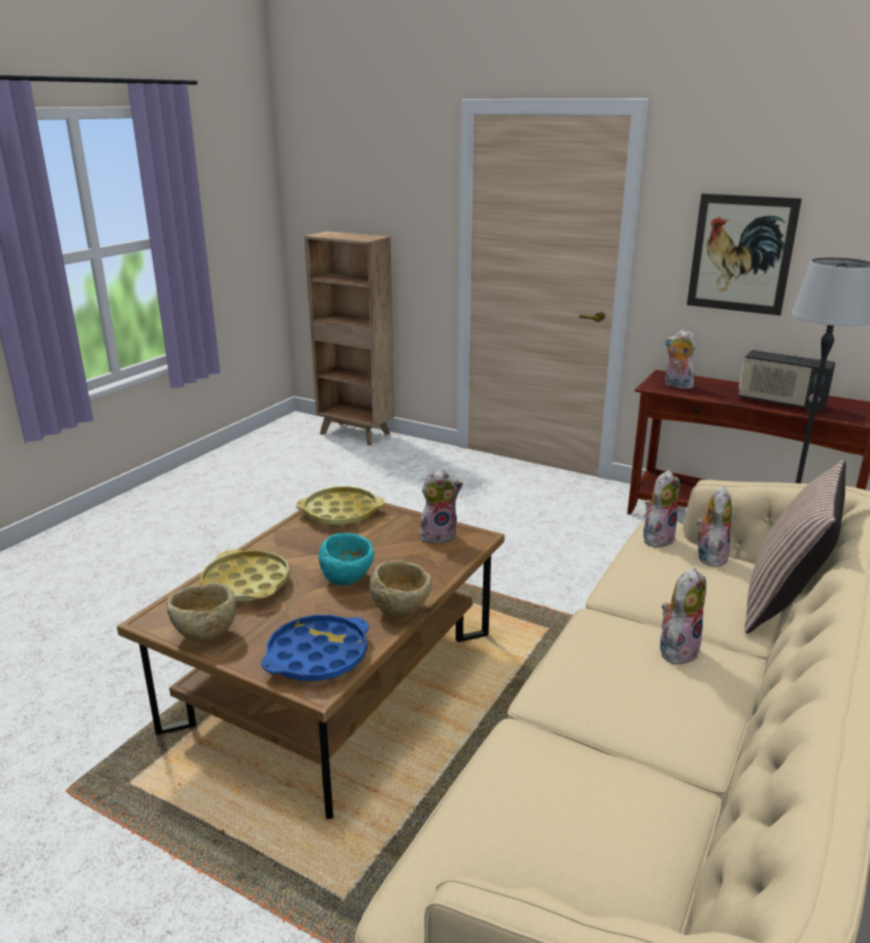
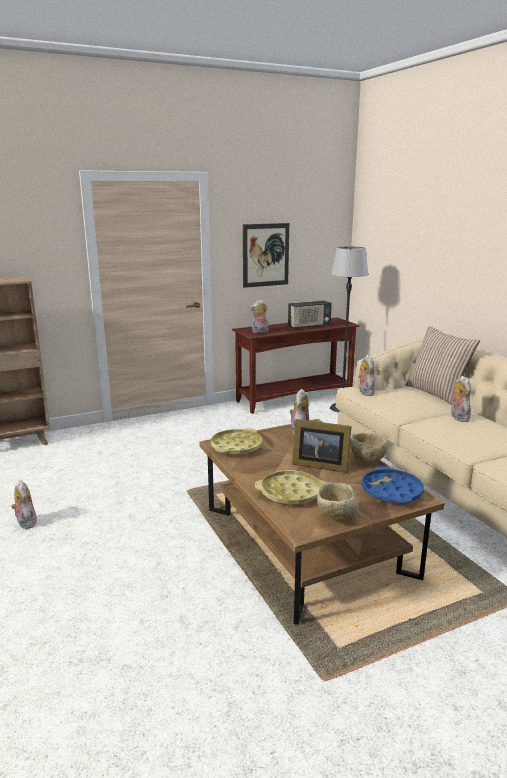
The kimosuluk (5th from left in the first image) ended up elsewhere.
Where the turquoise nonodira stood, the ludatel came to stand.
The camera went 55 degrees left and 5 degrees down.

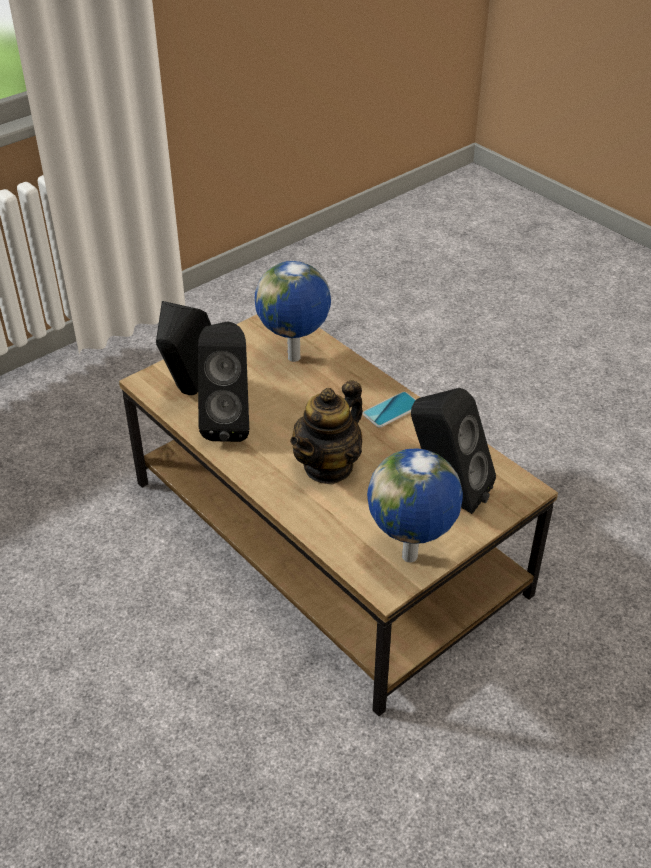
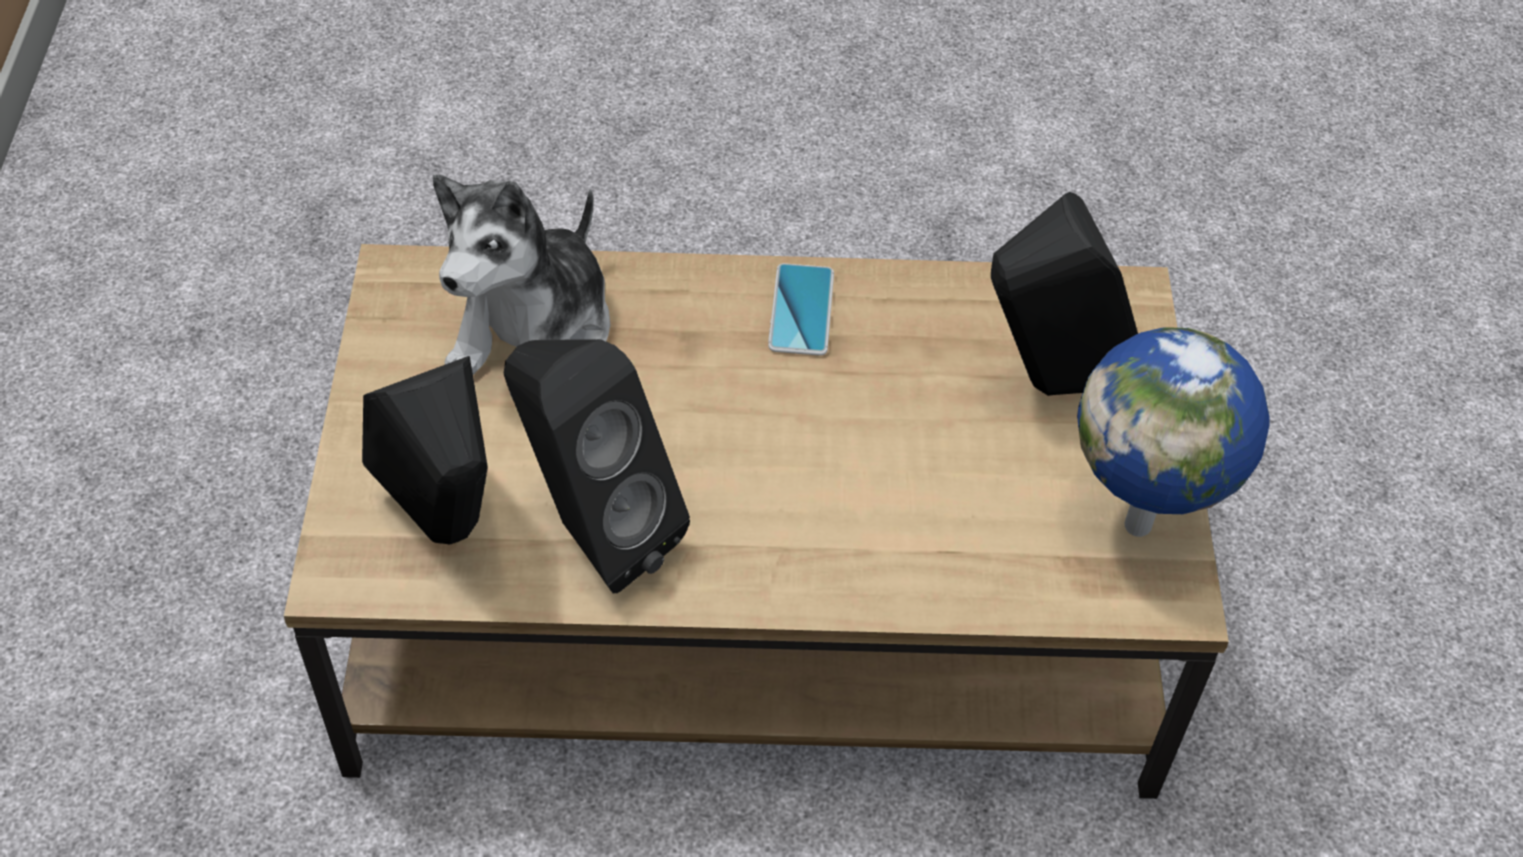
Where the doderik (1st from left) stood, the kimosuluk came to stand.
The second view lost the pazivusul.
The camera went 50 degrees left and 10 degrees up.

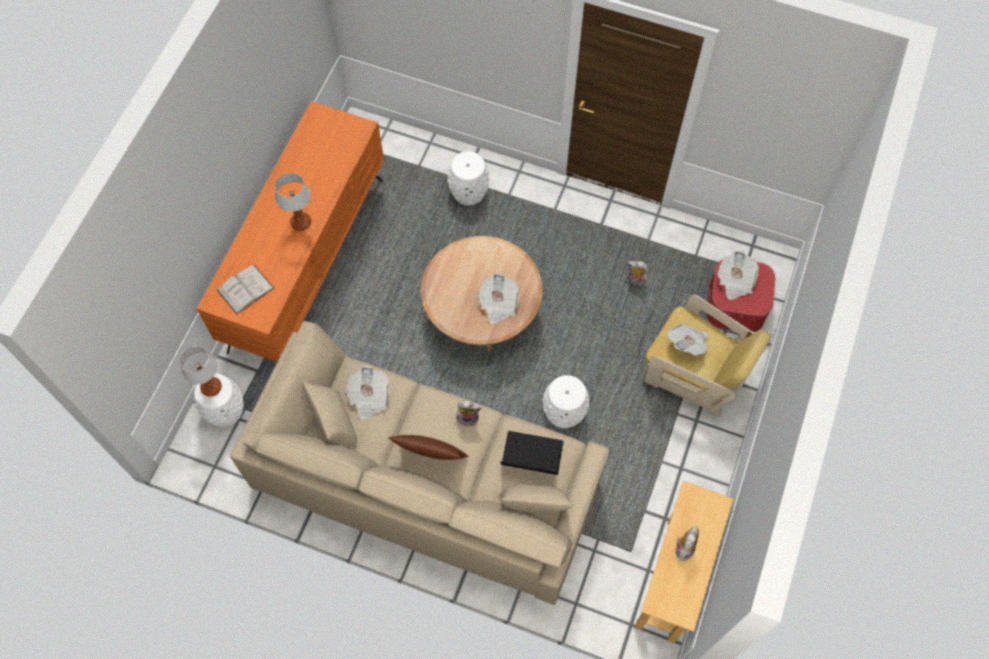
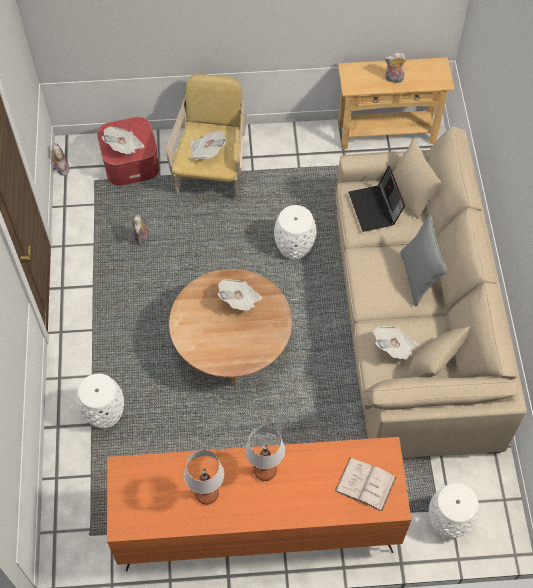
The kimosuluk (1st from left) ended up elsewhere.
The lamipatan (1st from left) ended up elsewhere.
What was the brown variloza turned into the grey variloza.
The camera went 115 degrees left and 5 degrees down.

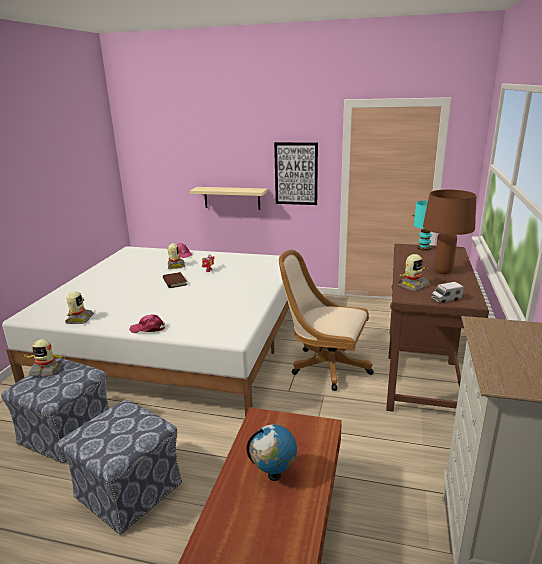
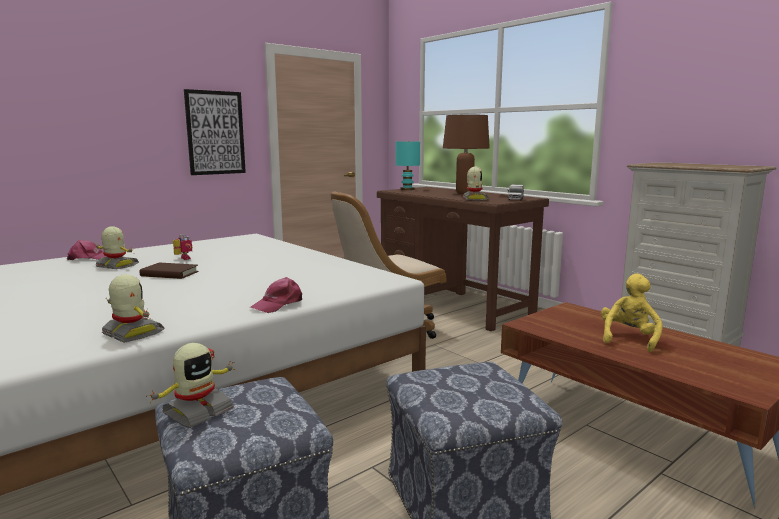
Where the doderik stood, the yellow kimosuluk came to stand.
The second view lost the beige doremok.
The camera went 55 degrees left and 10 degrees down.

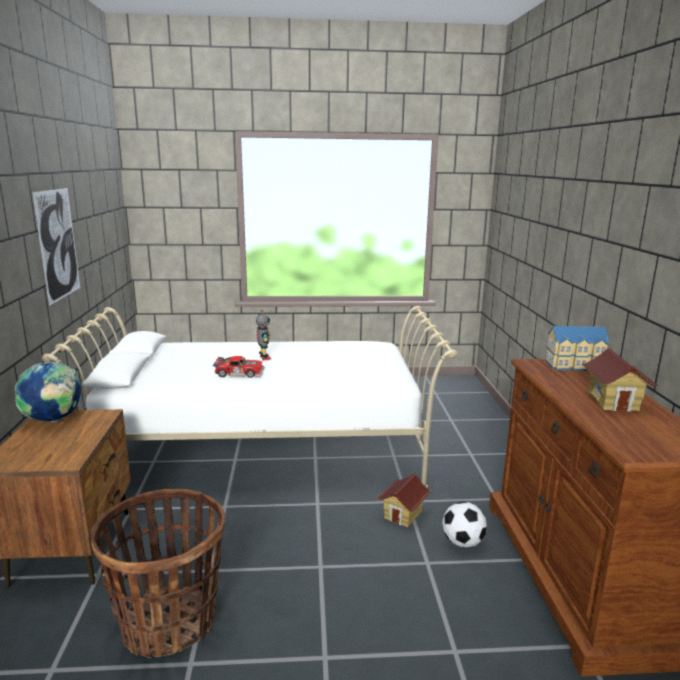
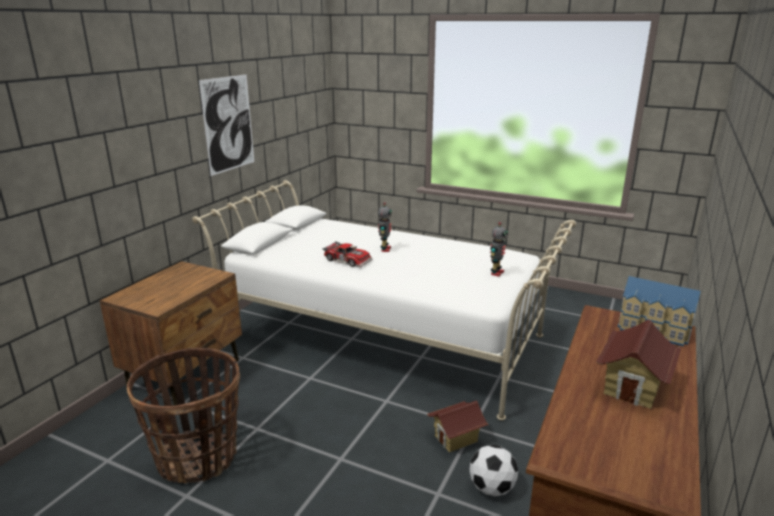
The second view gained the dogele (2nd from left).
The second view lost the doderik.
The camera went 30 degrees right and 5 degrees up.

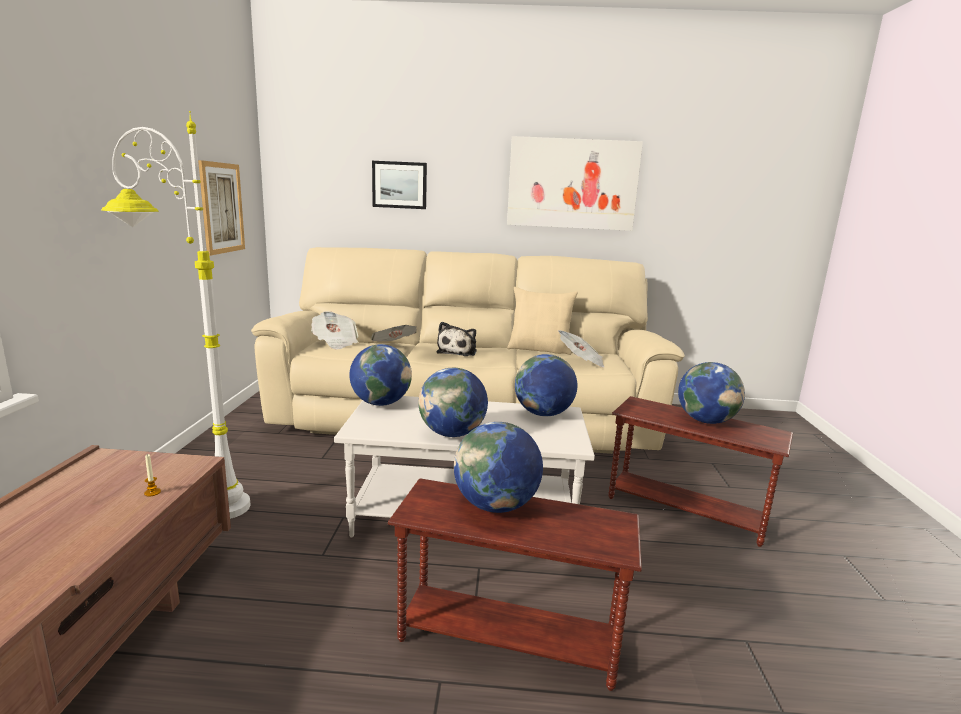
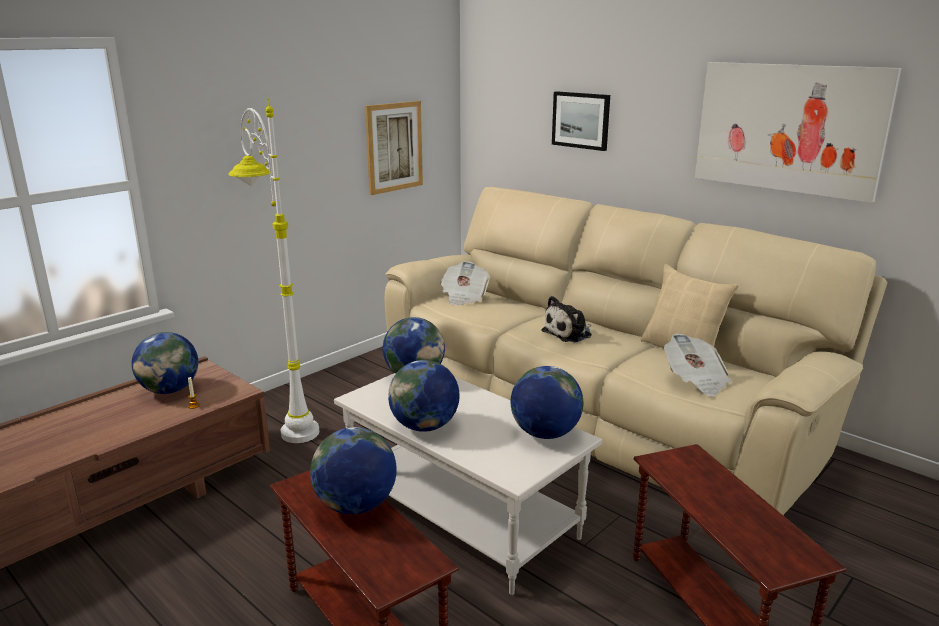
The doderik (5th from left in the first image) ended up elsewhere.
The second view lost the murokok (2nd from left).
The camera went 40 degrees right and 5 degrees up.

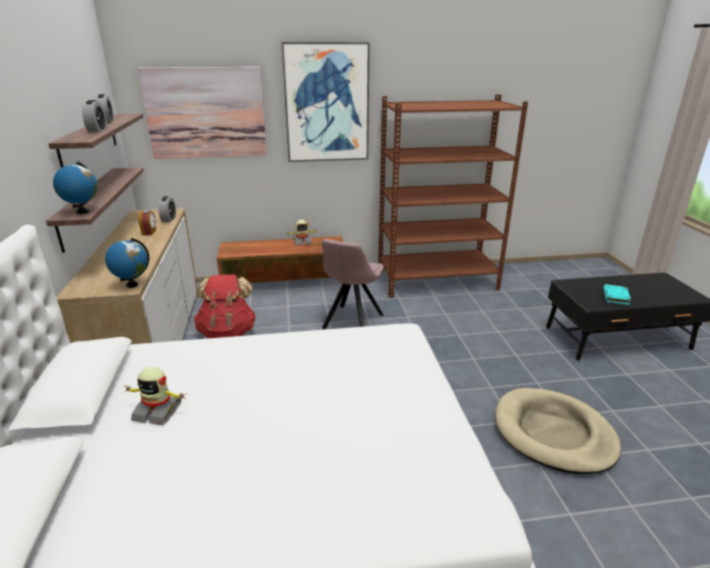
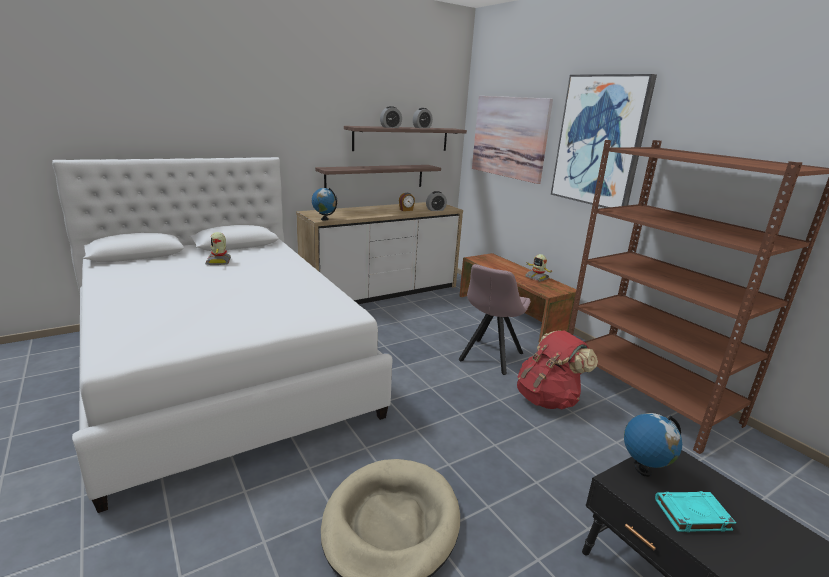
The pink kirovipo ended up facing another way, 60 degrees counterclockwise from before.
The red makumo ended up elsewhere.
The doderik (1st from left in the first image) ended up elsewhere.
The camera went 65 degrees right and 5 degrees down.

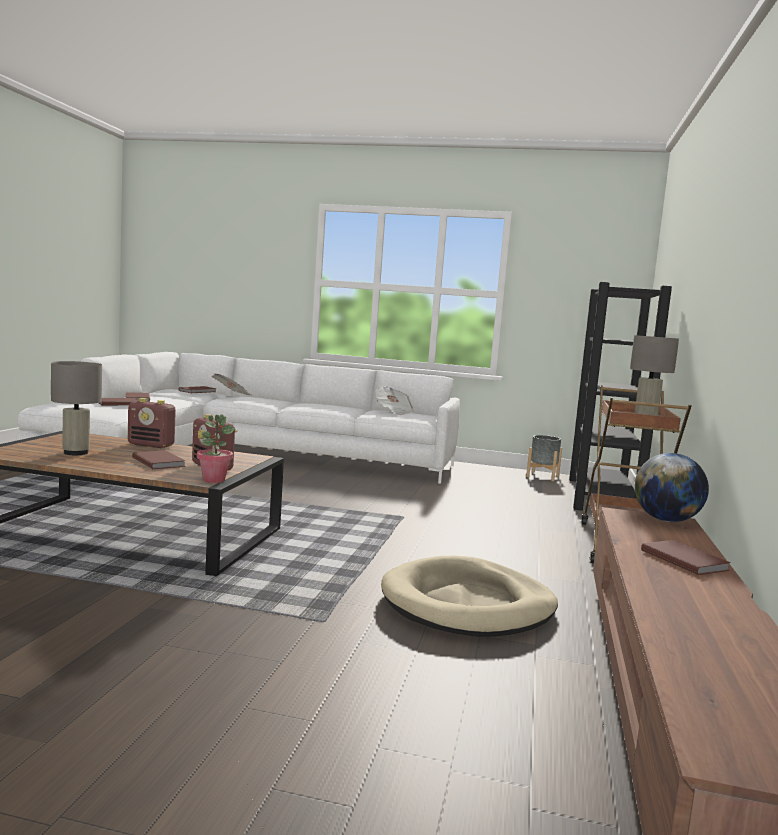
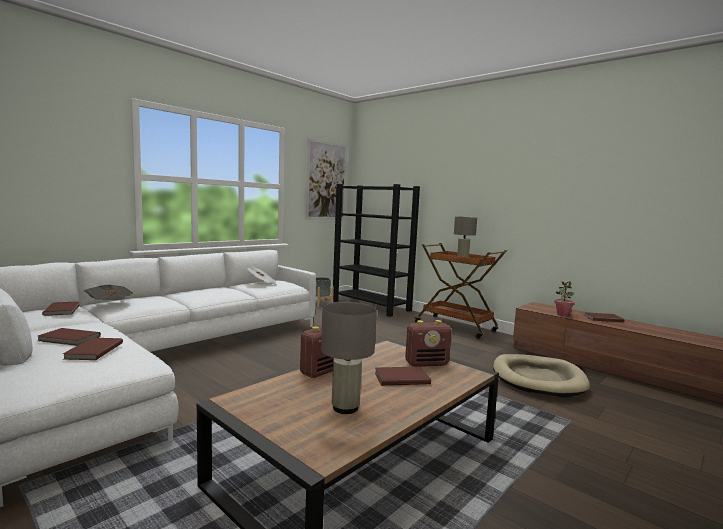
The second view gained the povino.
The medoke ended up elsewhere.
The second view lost the doderik.
The camera went 60 degrees left and 0 degrees up.

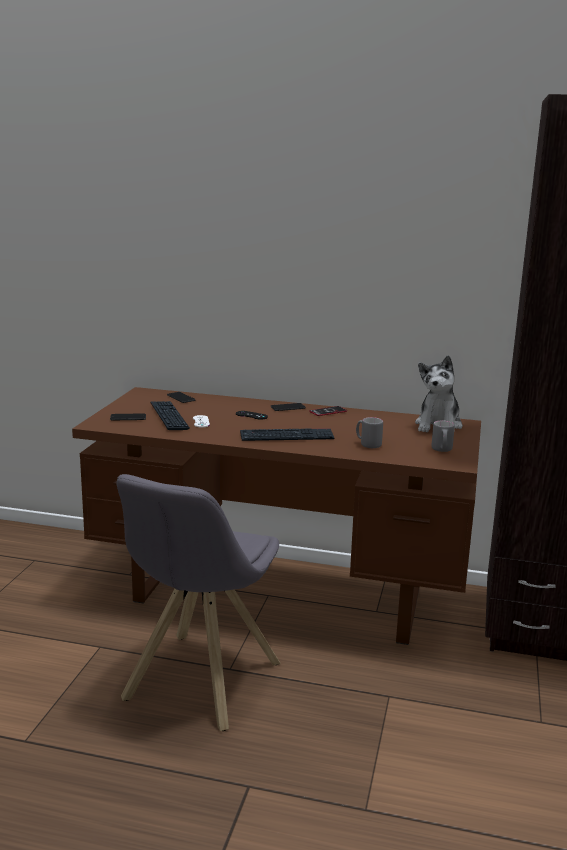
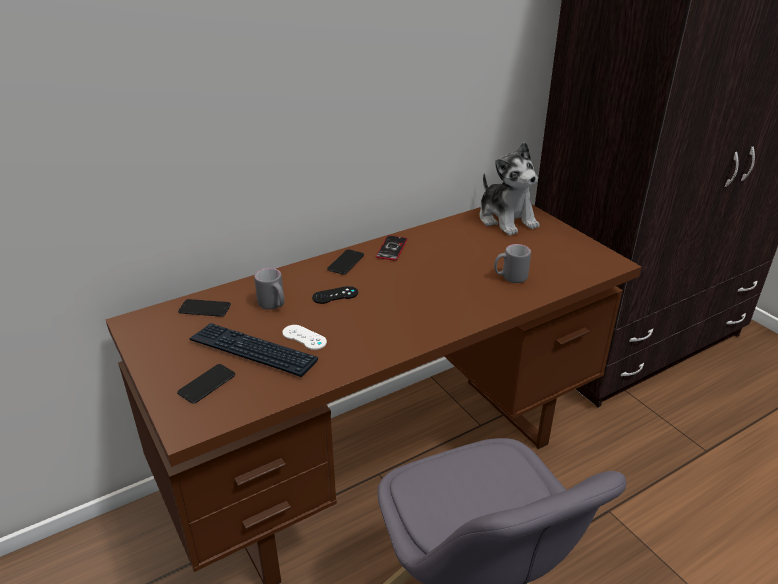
The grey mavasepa (2nd from left in the first image) ended up elsewhere.
The second view lost the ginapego (2nd from left).
The camera went 45 degrees left and 15 degrees up.

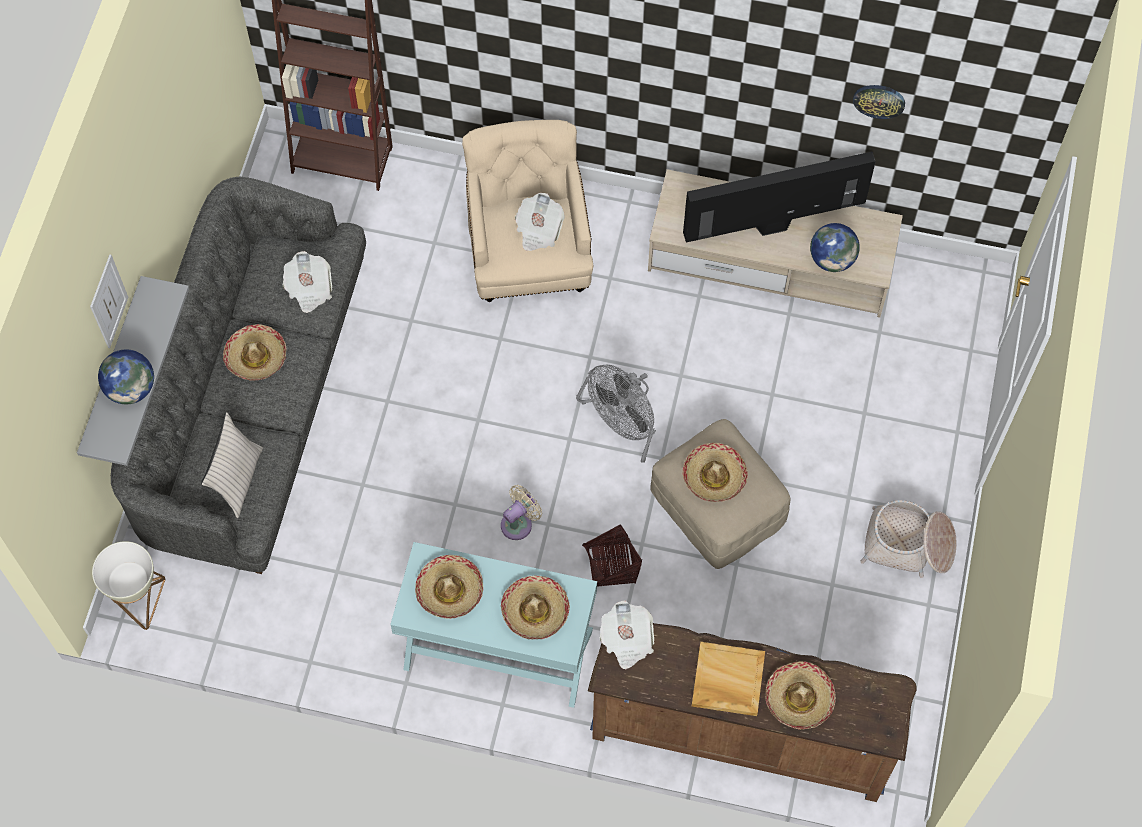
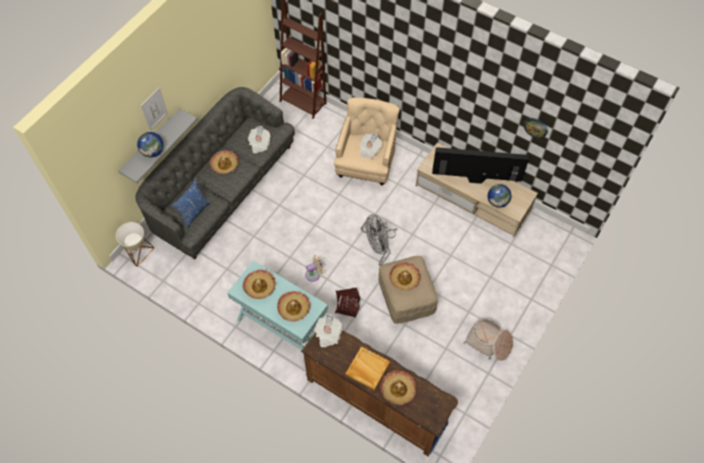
What was the beige variloza turned into the blue variloza.
The camera went 20 degrees right and 5 degrees down.

